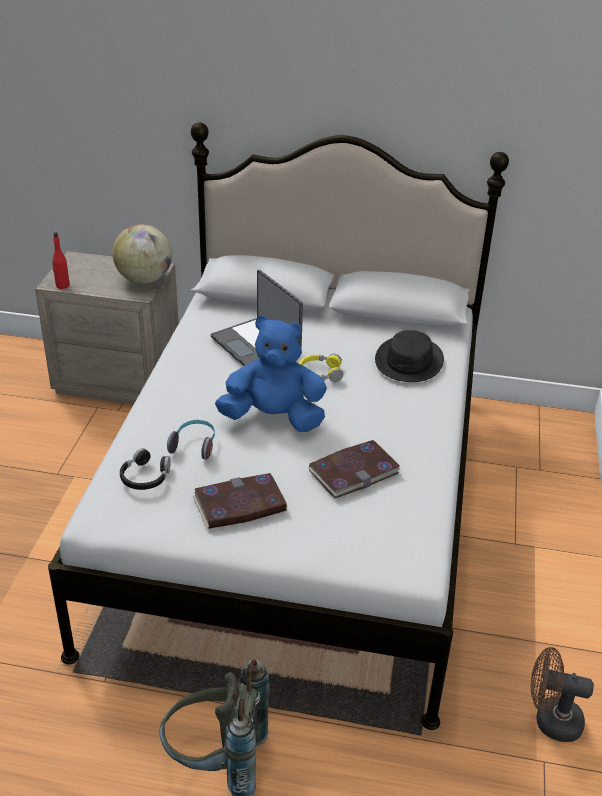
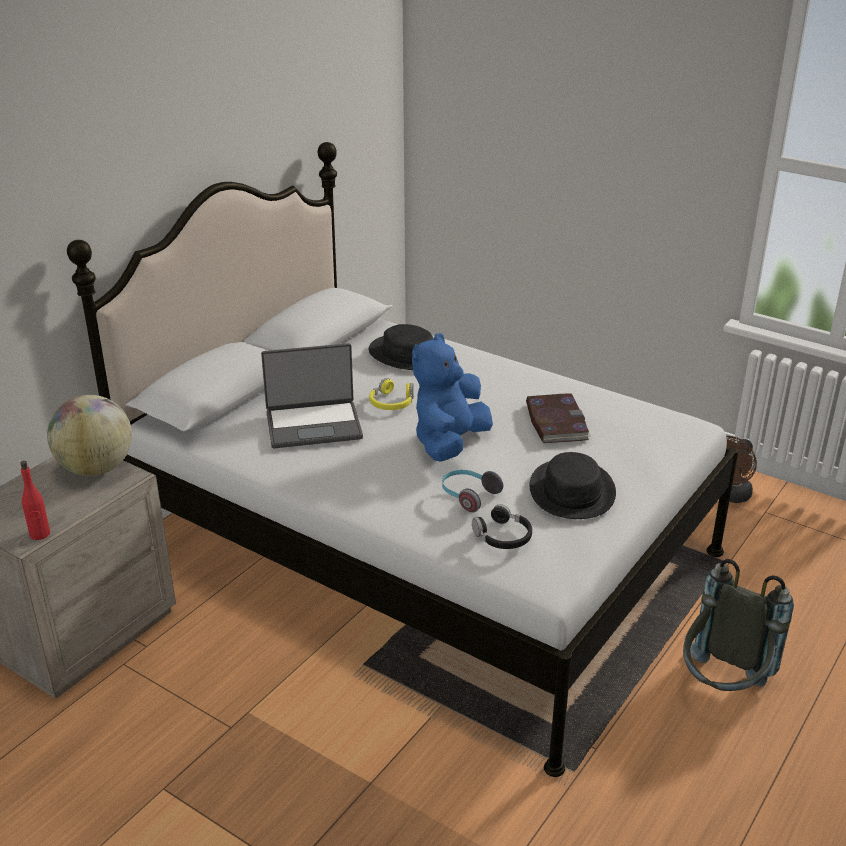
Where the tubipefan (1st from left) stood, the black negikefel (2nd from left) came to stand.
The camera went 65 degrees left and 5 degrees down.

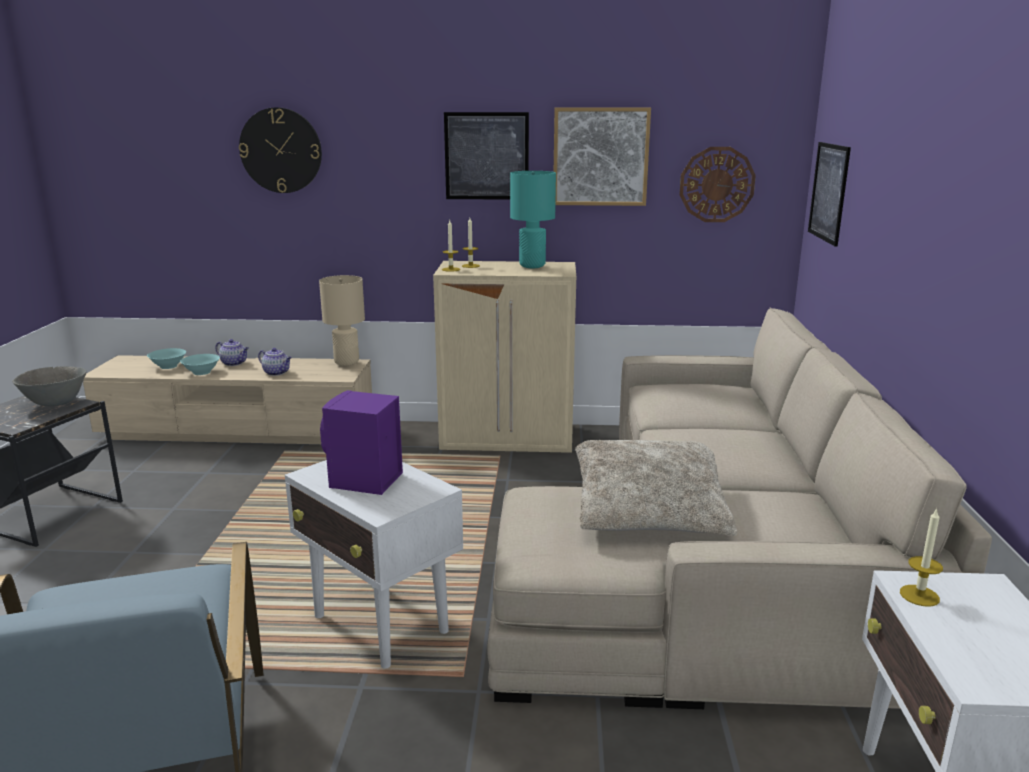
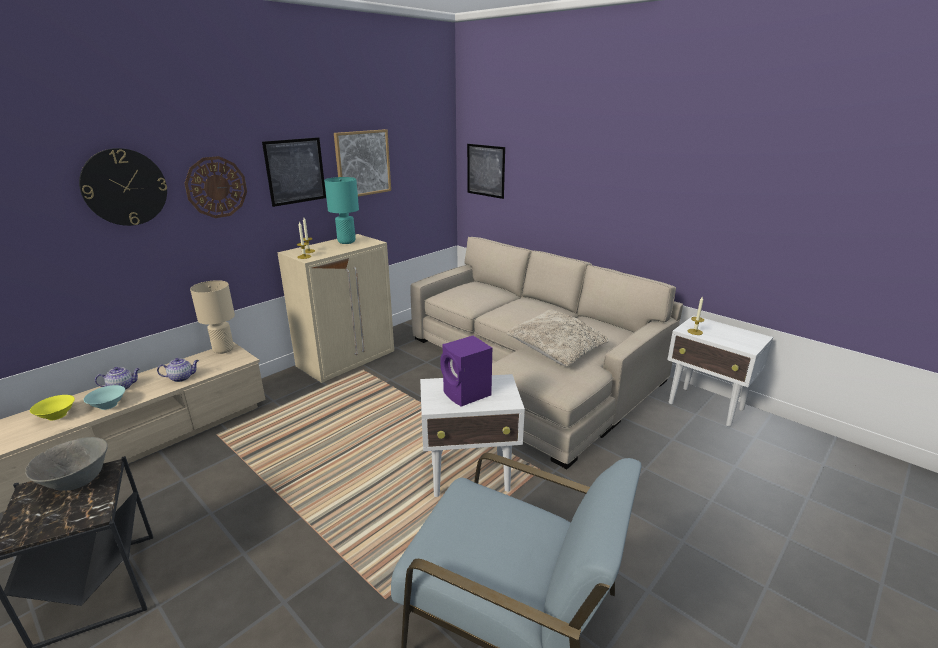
What was the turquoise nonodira (1st from left) turned into the yellow nonodira.
The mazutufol (2nd from left) ended up elsewhere.
The camera went 50 degrees left and 5 degrees up.

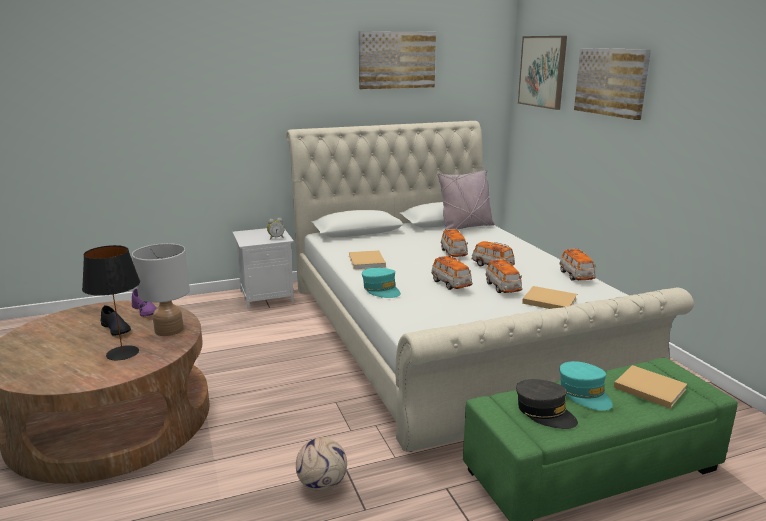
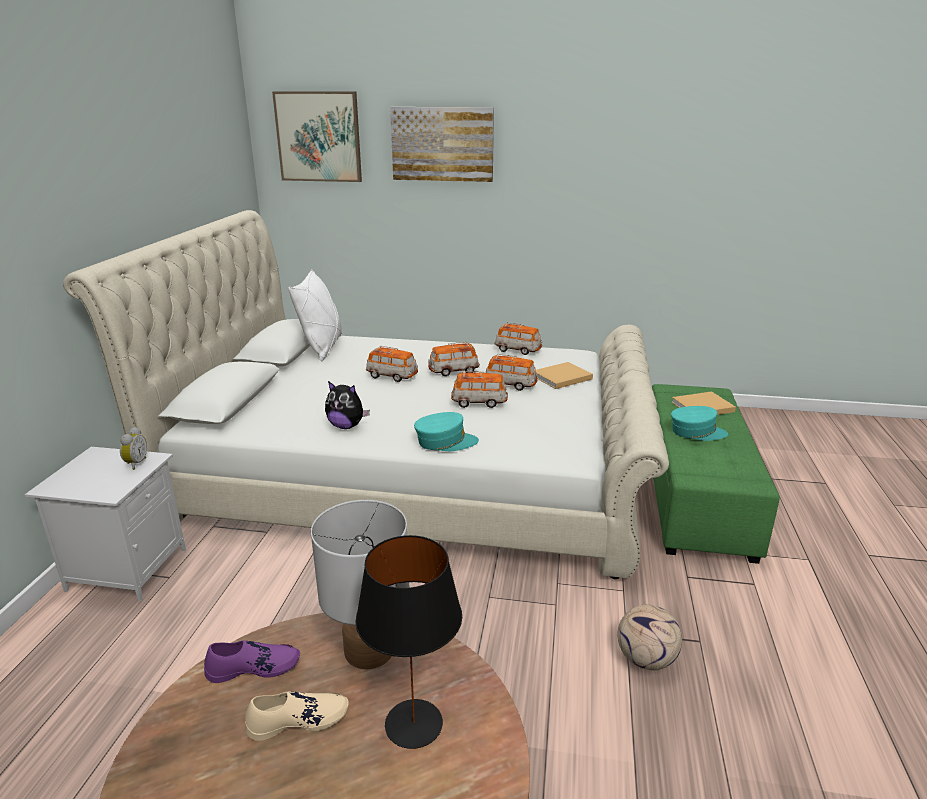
What was the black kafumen turned into the beige kafumen.
What was the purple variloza turned into the white variloza.
Where the beige tubipefan (1st from left) stood, the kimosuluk came to stand.
The second view lost the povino (1st from left).
The second view lost the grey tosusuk.
The camera went 60 degrees left and 5 degrees up.

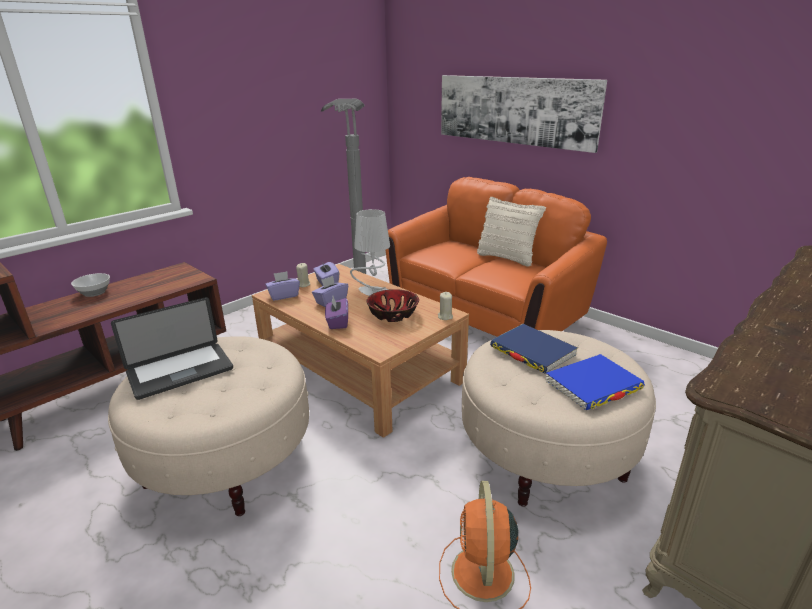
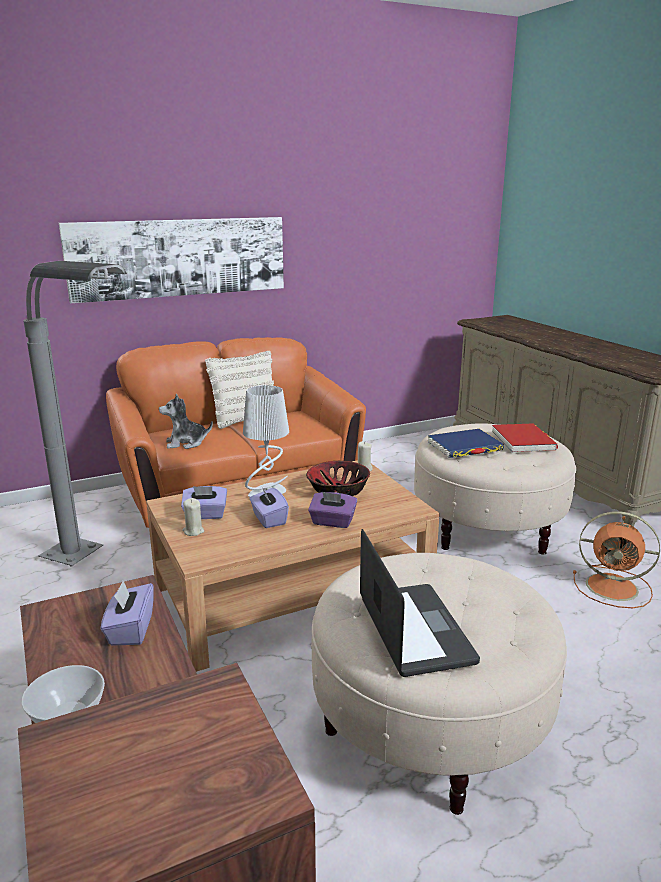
The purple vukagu (1st from left) ended up elsewhere.
The second view gained the kimosuluk.
What was the blue tubipefan (2nd from left) turned into the red tubipefan.
The camera went 70 degrees left and 5 degrees down.

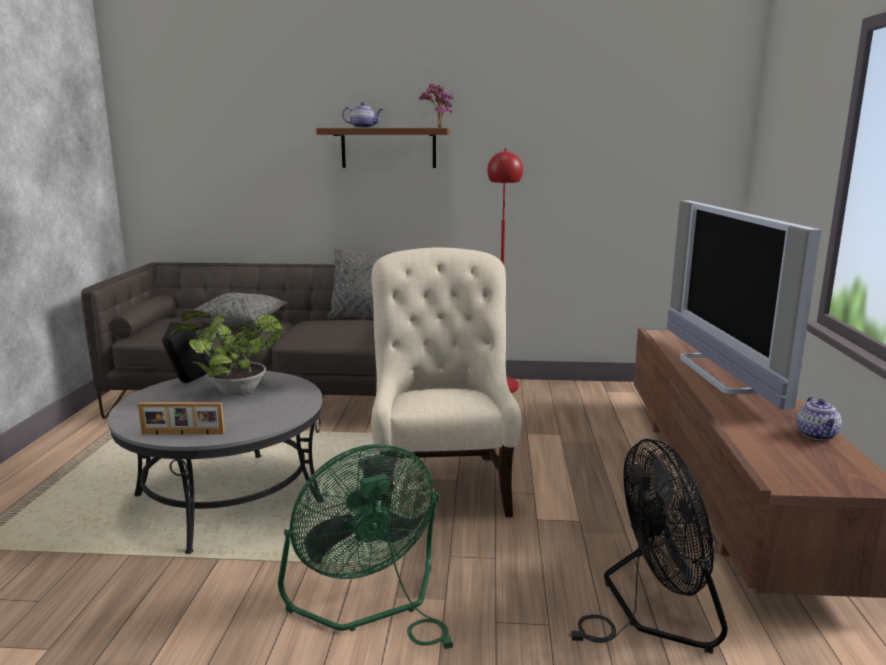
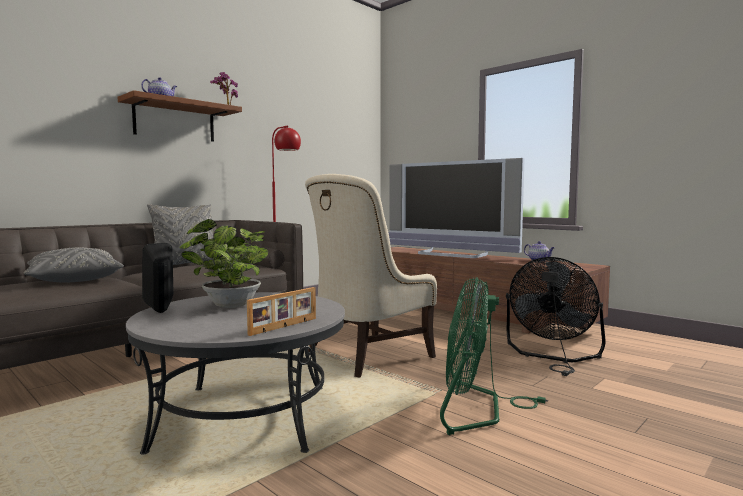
The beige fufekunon ended up facing another way, 75 degrees counterclockwise from before.
The camera went 50 degrees left and 10 degrees down.

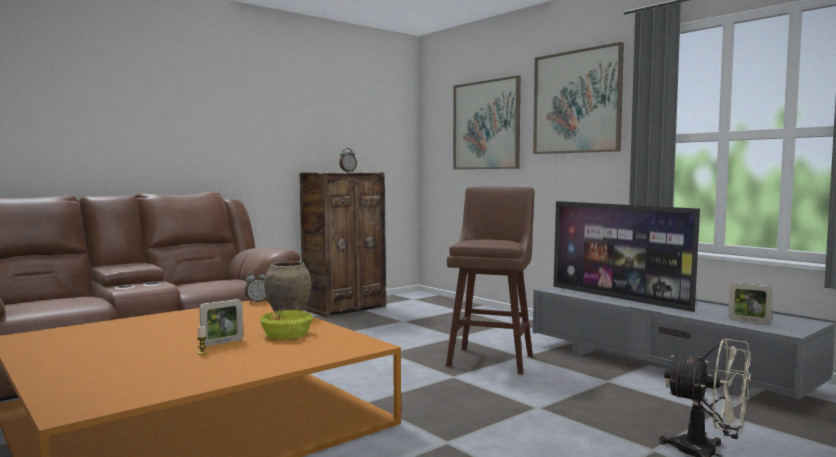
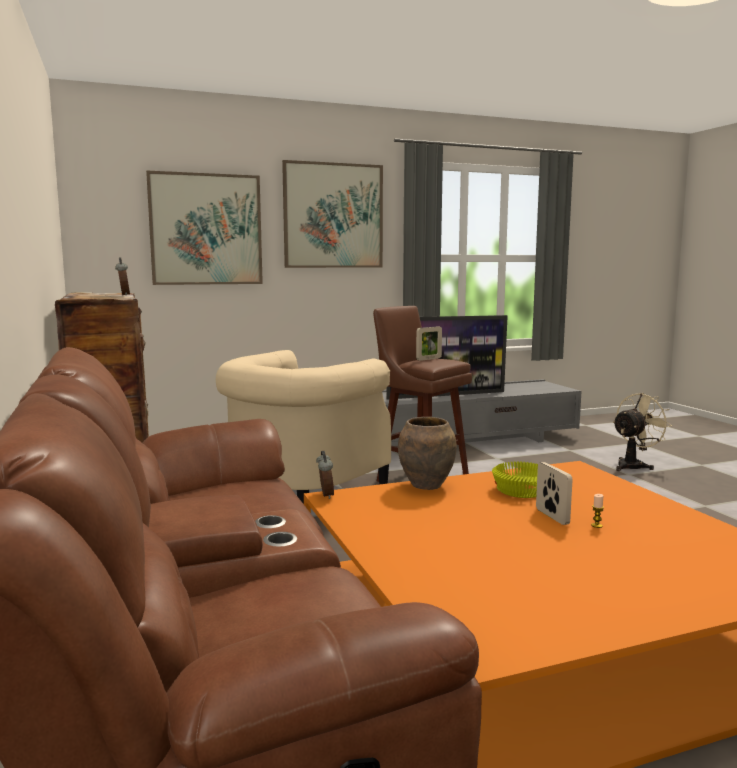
The second view gained the beige fufekunon.
The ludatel (2nd from left in the first image) ended up elsewhere.
The camera went 70 degrees left and 5 degrees up.

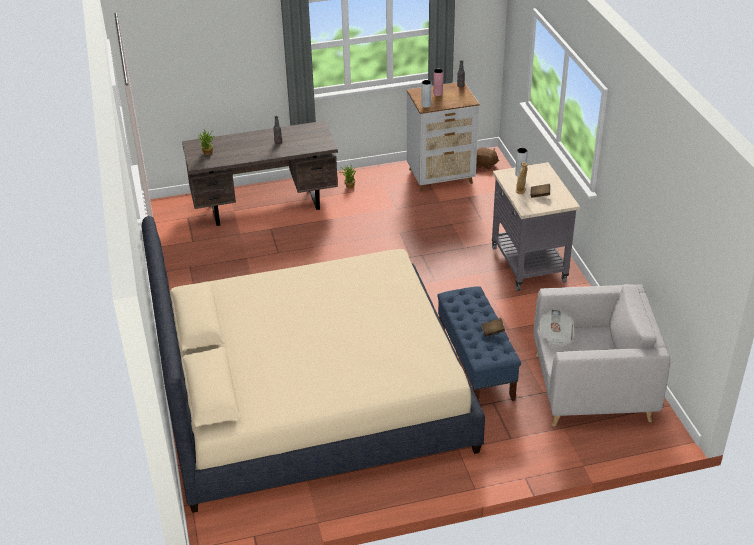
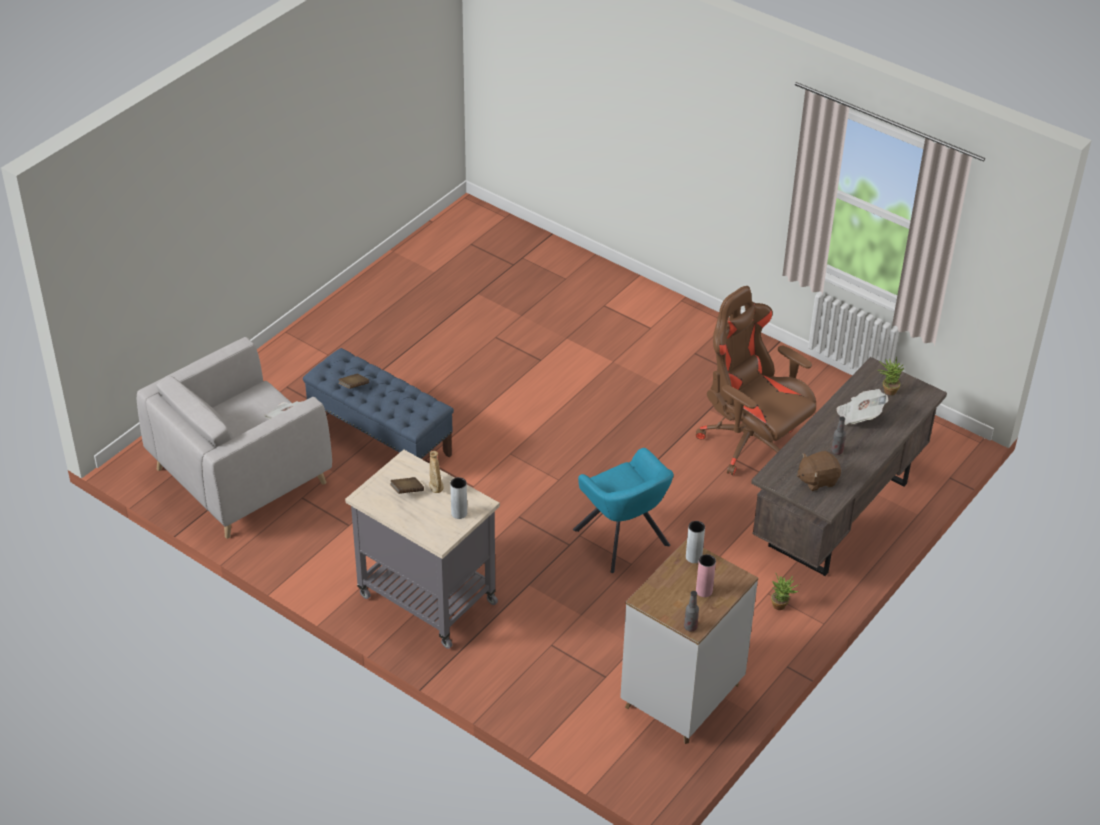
The second view gained the turquoise fufekunon.
The second view gained the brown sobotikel.
The brown kimosuluk ended up elsewhere.
The second view gained the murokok (2nd from left).
The second view lost the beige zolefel.
The camera went 140 degrees right and 5 degrees up.

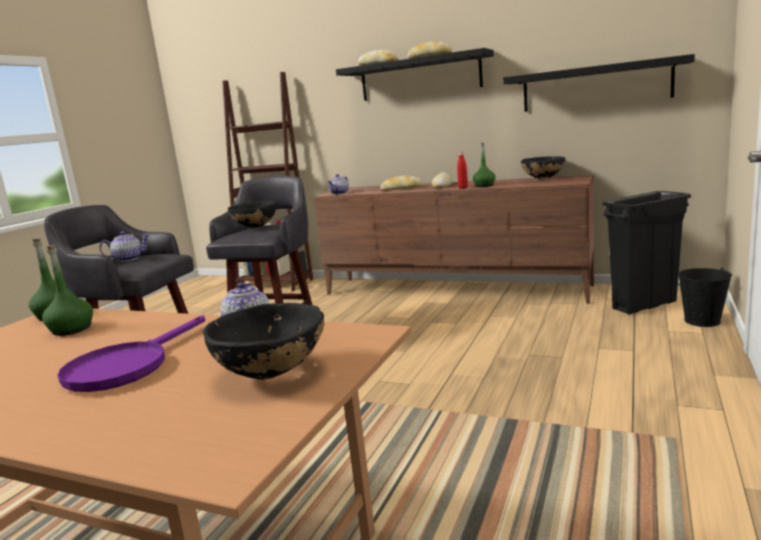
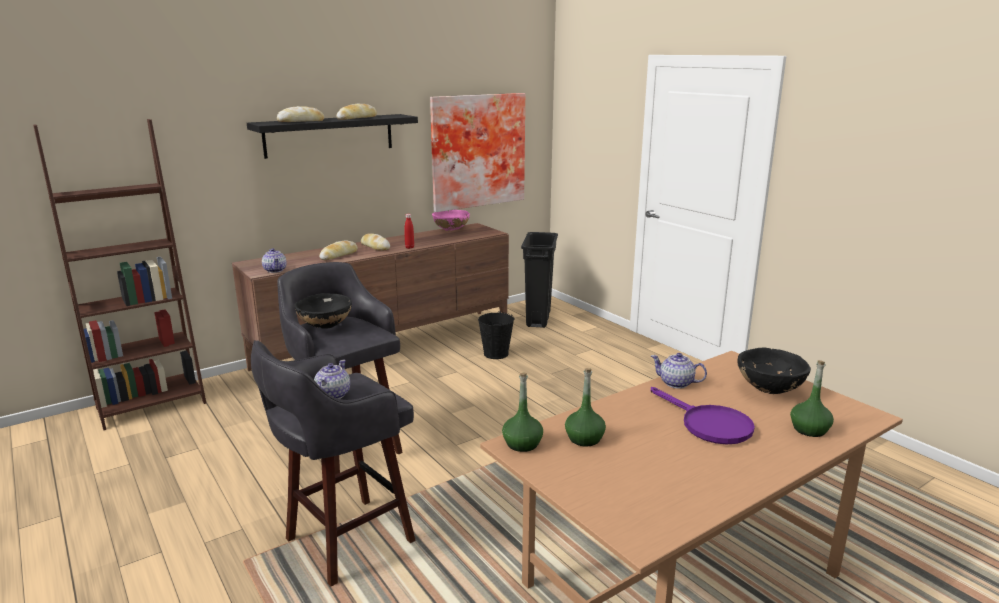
Where the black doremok (2nd from left) hung, the povino came to hang.
What was the black nonodira (3rd from left) turned into the pink nonodira.
The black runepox ended up elsewhere.
The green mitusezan (3rd from left) ended up elsewhere.
The camera went 60 degrees left and 5 degrees up.

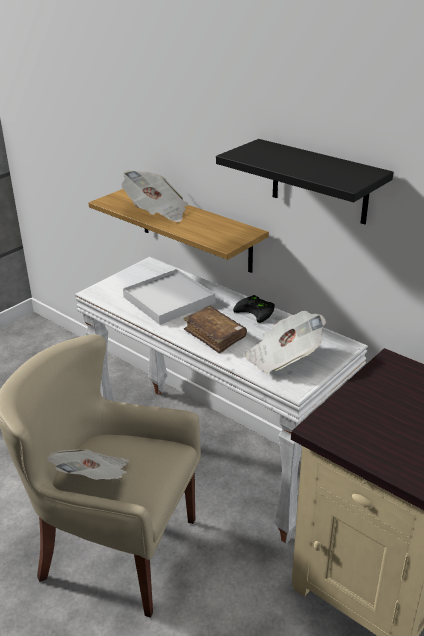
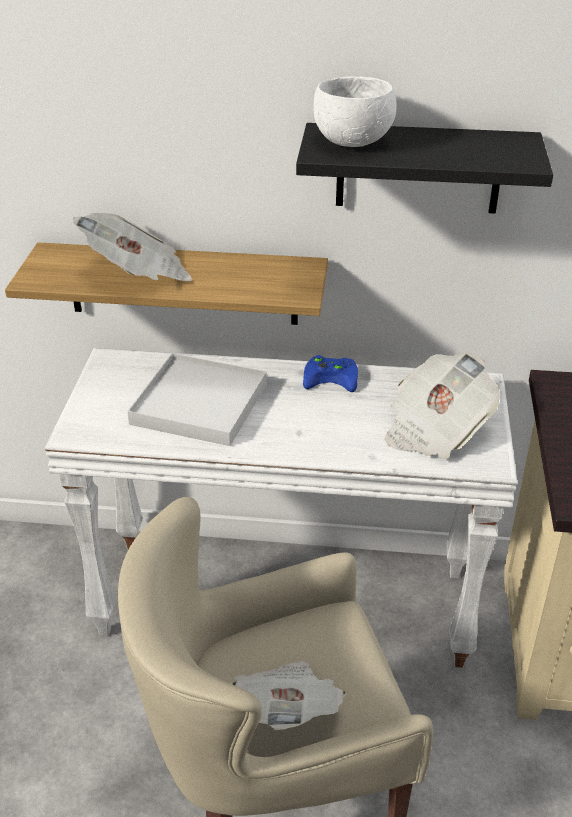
What was the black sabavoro turned into the blue sabavoro.
The second view gained the white nonodira.
The second view lost the brown tubipefan.
The camera went 35 degrees left and 5 degrees up.

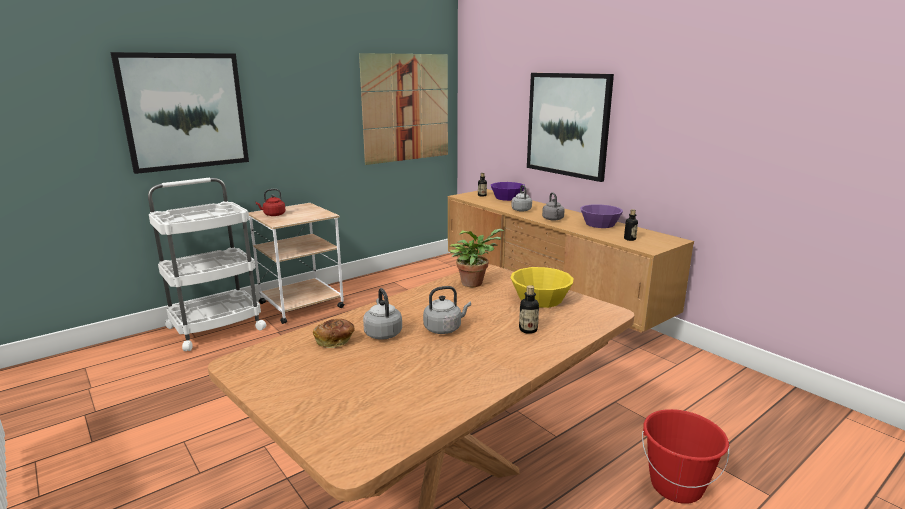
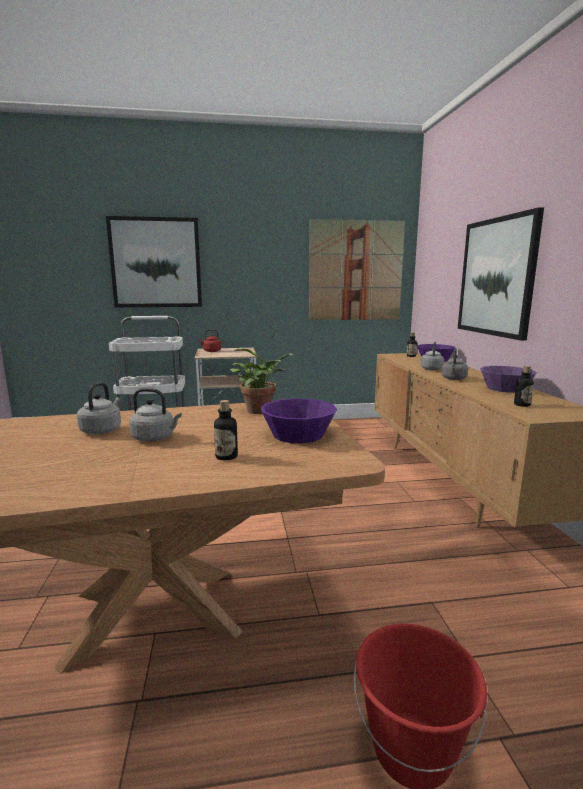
What was the yellow nonodira turned into the purple nonodira (1st from left).
The second view lost the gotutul.
The camera went 30 degrees right and 5 degrees down.

